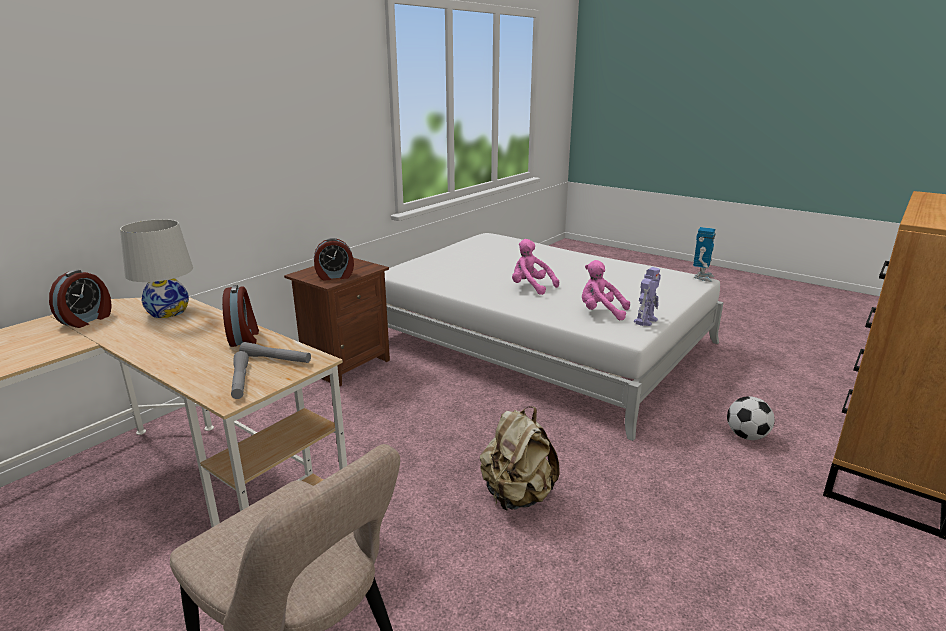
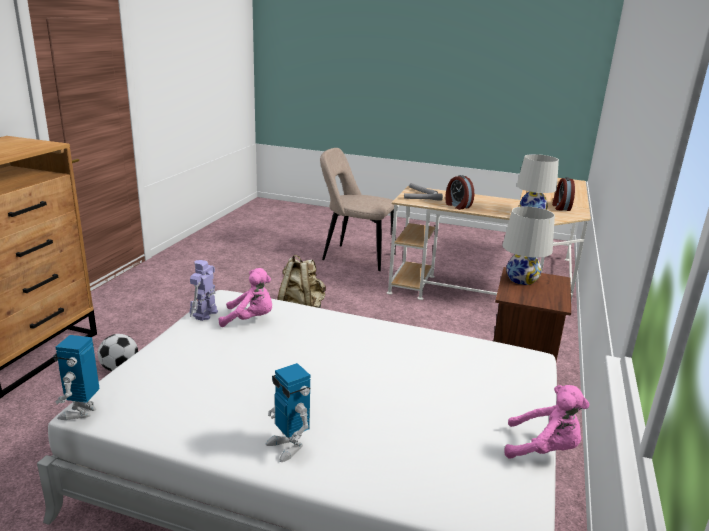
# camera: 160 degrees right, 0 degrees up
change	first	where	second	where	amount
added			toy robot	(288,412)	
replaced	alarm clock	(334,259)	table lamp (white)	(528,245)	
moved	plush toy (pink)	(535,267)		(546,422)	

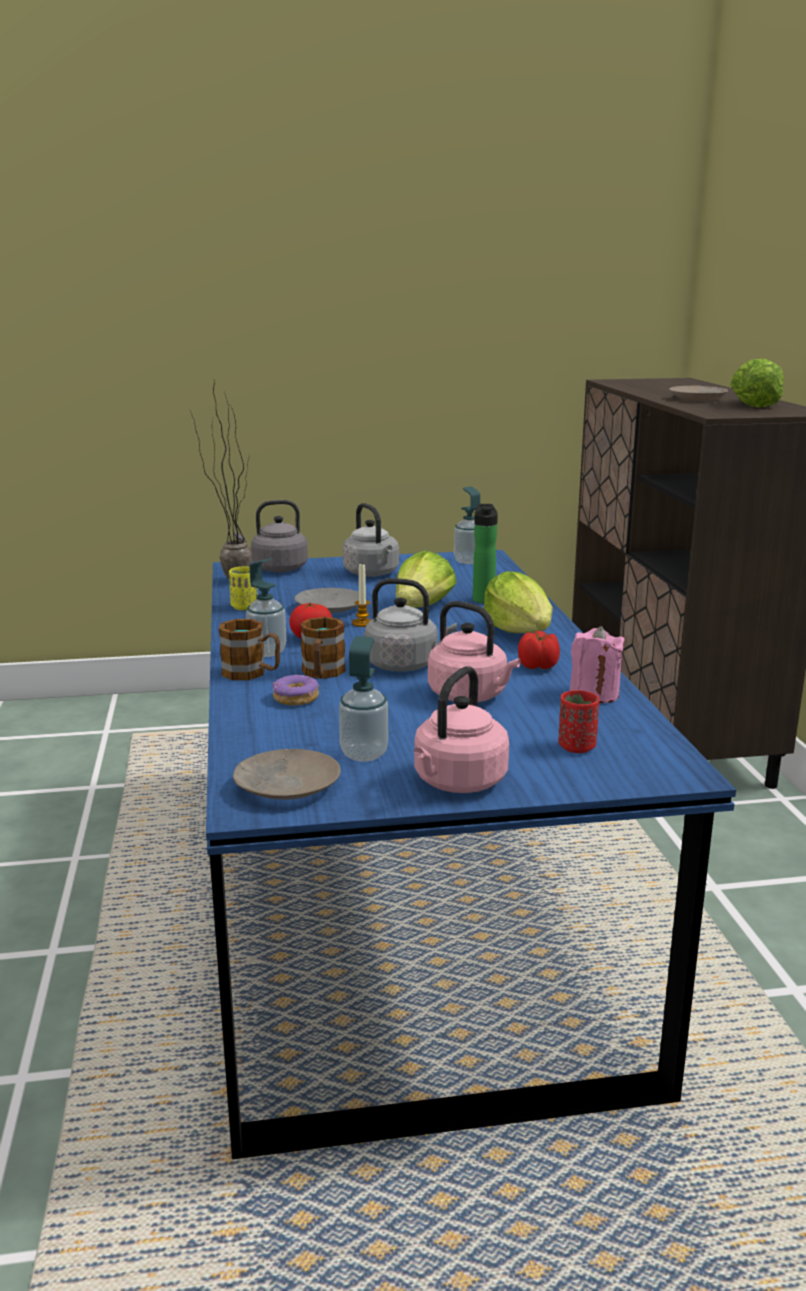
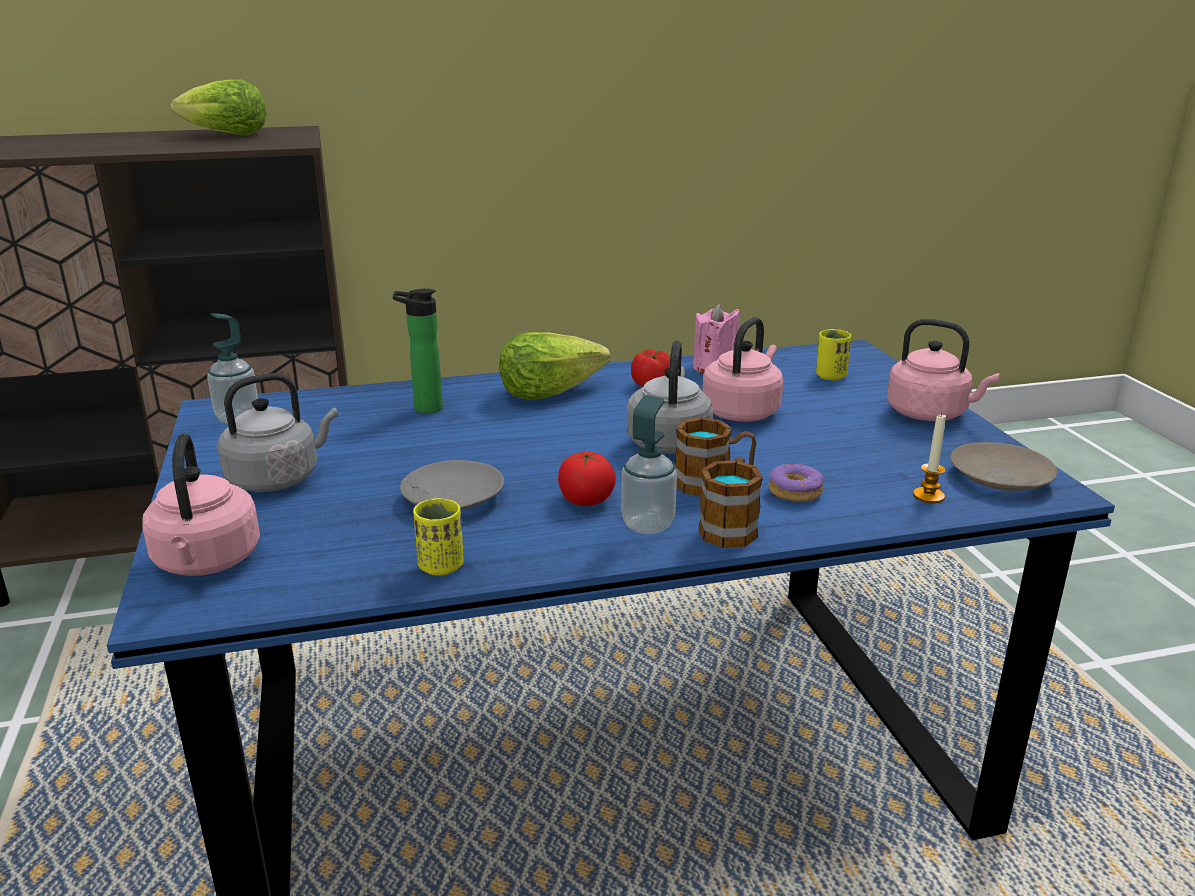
# camera: 95 degrees left, 5 degrees up
change	first	where	second	where	amount
recoloured	kettle (grey)	(271,536)	kettle (pink)	(201,504)	
recoloured	cup (red)	(579,721)	cup (yellow)	(833,354)	
moved	candle	(361,595)		(929,458)	
removed	potted plant	(221,481)			
removed	soap dispenser	(363,698)			
removed	lettuce	(426,579)			
removed	plate (beige)	(698,393)			

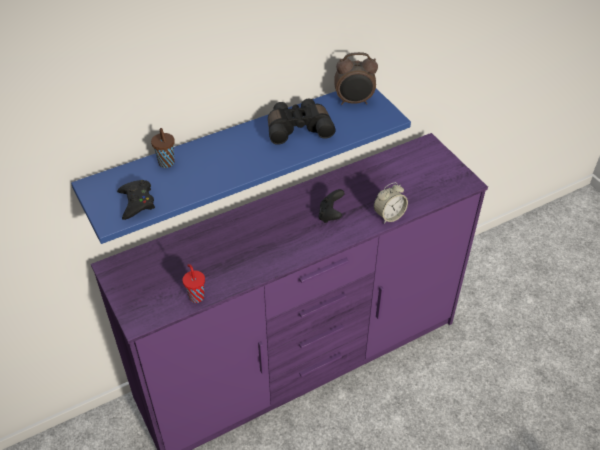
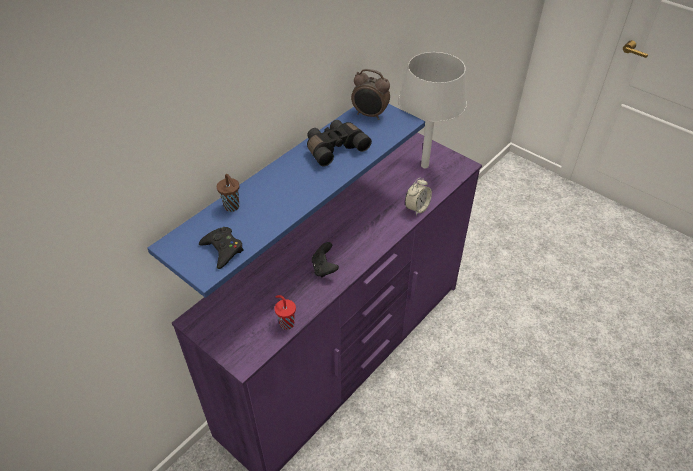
# camera: 20 degrees left, 0 degrees up
change	first	where	second	where	amount
moved	game controller (black)	(331,206)		(325,260)	
turned	alarm clock	(356,78)		(370,94)	45 degrees clockwise
added			table lamp (grey)	(433,110)	

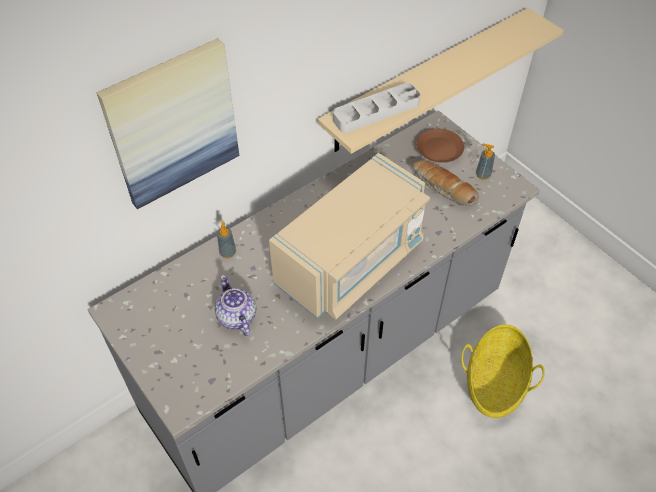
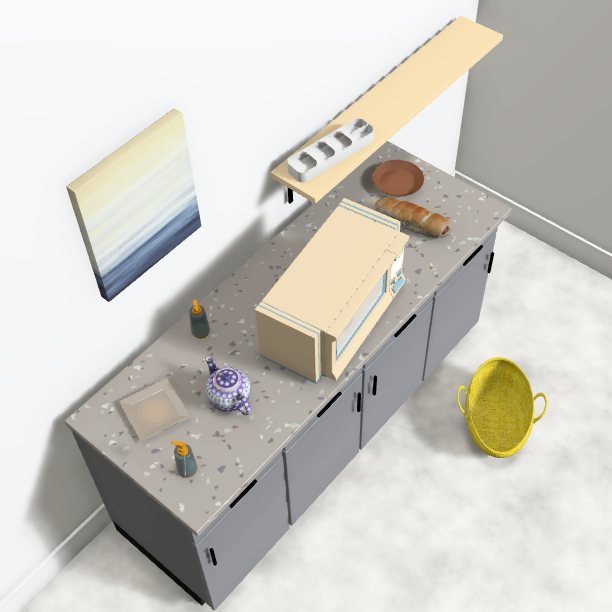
# camera: 10 degrees left, 0 degrees up
change	first	where	second	where	amount
added			plate	(154,409)	
moved	soap dispenser	(485,161)		(184,459)	

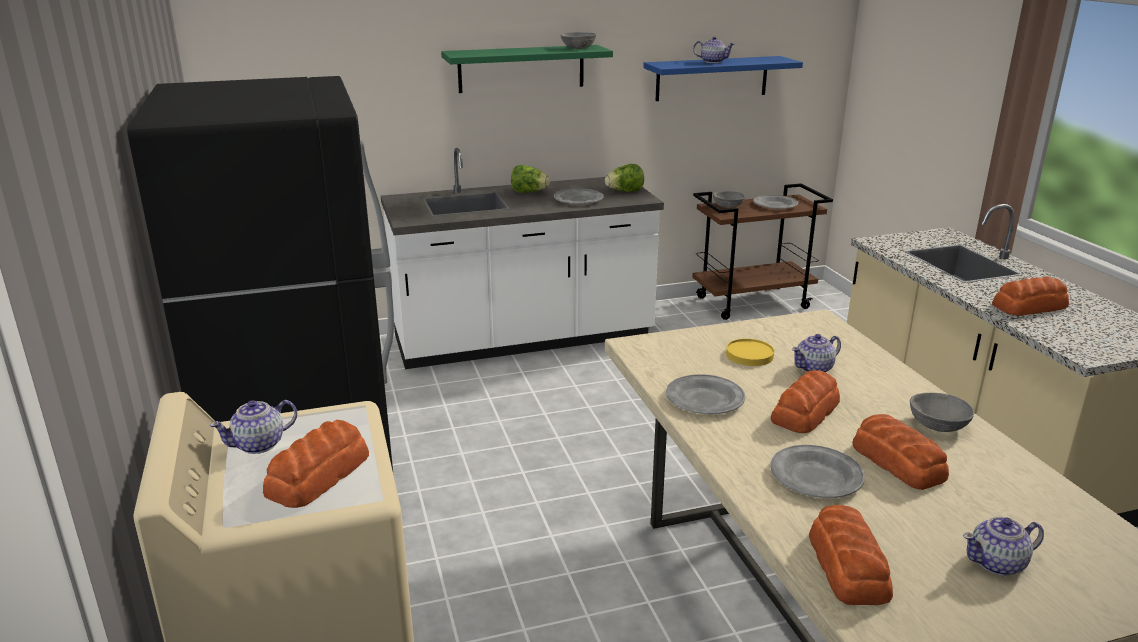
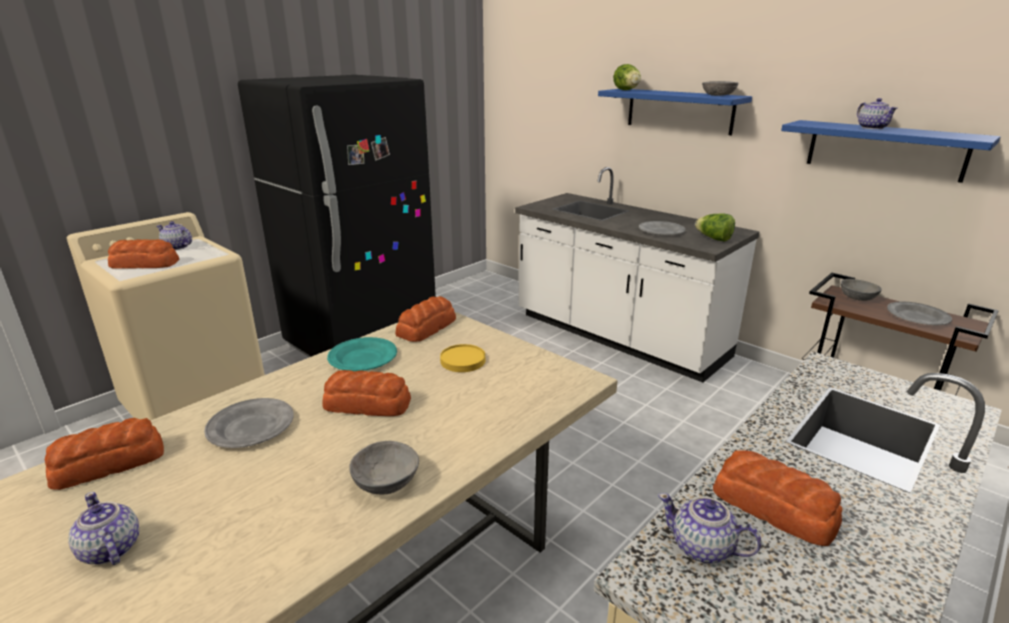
# camera: 60 degrees right, 0 degrees up
change	first	where	second	where	amount
recoloured	plate (grey)	(705,394)	plate (turquoise)	(362,354)	
moved	bread	(901,452)		(425,319)	
recoloured	shelf (green)	(527,69)	shelf (blue)	(675,112)	
moved	lettuce	(530,179)		(627,77)	
moved	teapot	(816,353)		(709,528)	

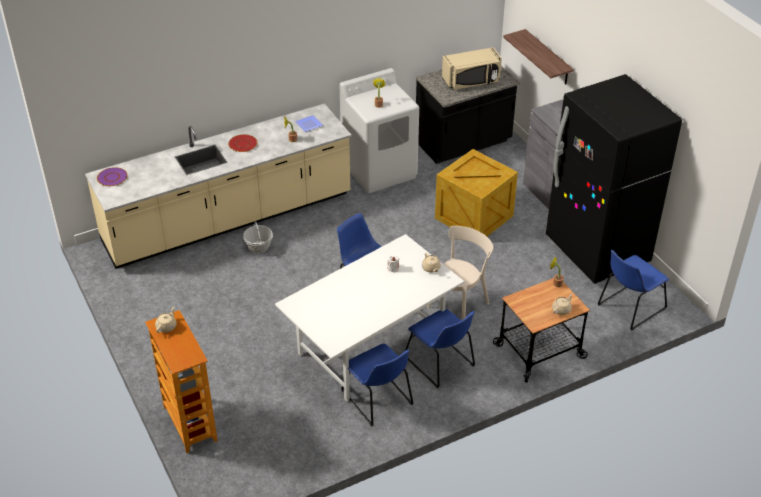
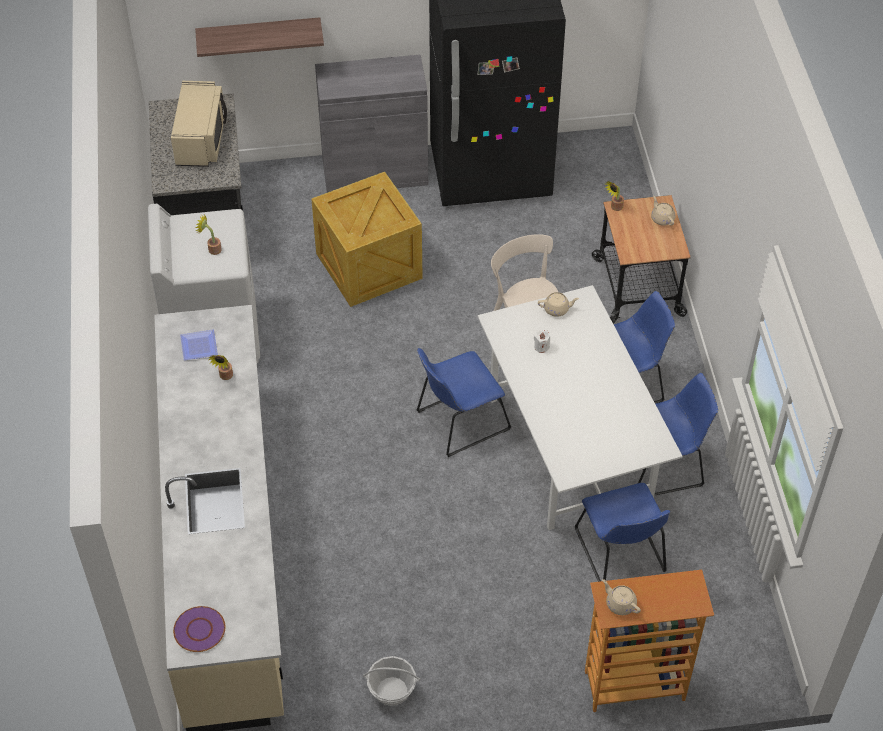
# camera: 70 degrees left, 10 degrees up
change	first	where	second	where	amount
moved	basket	(258,237)		(391,681)	
moved	chair (blue)	(633,290)		(622,532)	
removed	plate (red)	(242,143)			

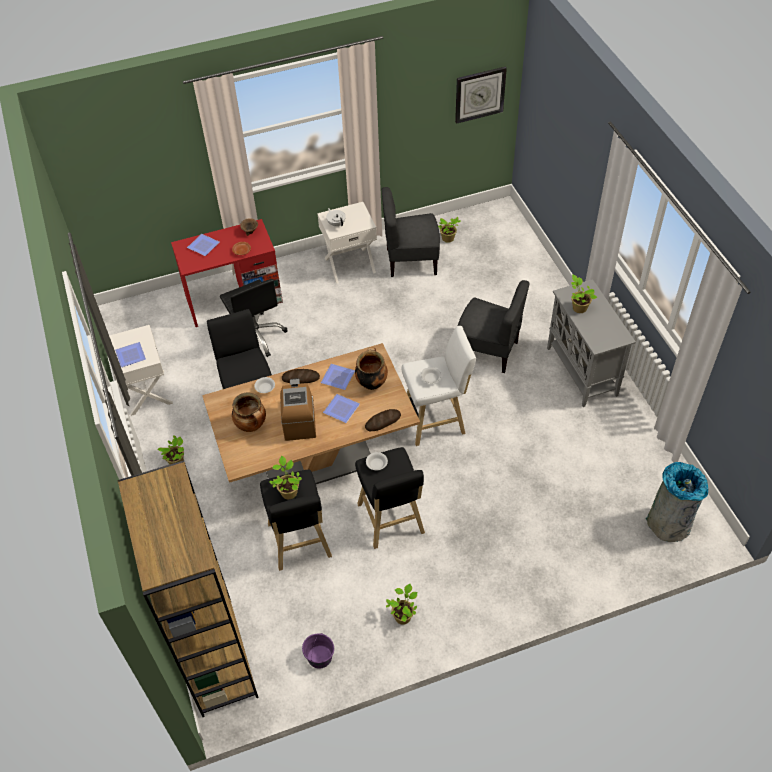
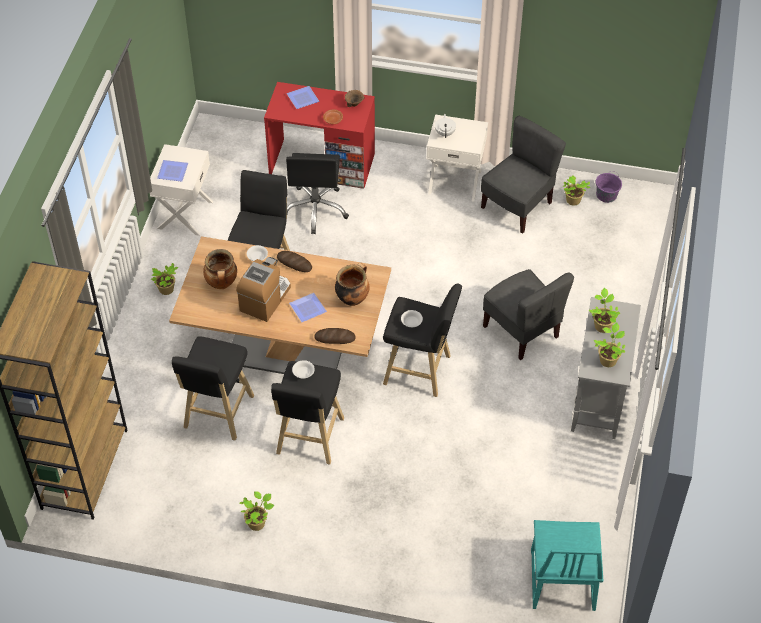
# camera: 30 degrees right, 0 degrees up
change	first	where	second	where	amount
recoloured	stool (white)	(438,386)	stool (black)	(422,340)	
turned	chair (grey)	(411,232)		(523,175)	105 degrees clockwise
replaced	trash can (grey)	(677,502)	chair (turquoise)	(567,565)	
moved	potted plant	(285,477)		(609,344)	
moved	bucket (purple)	(318,651)		(609,187)	
removed	plate	(338,377)			
removed	wall clock	(481,95)			

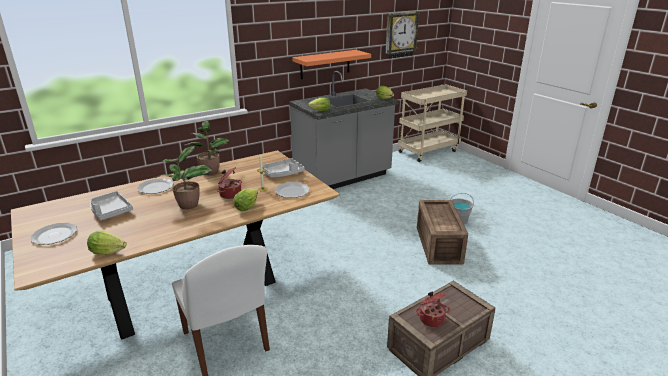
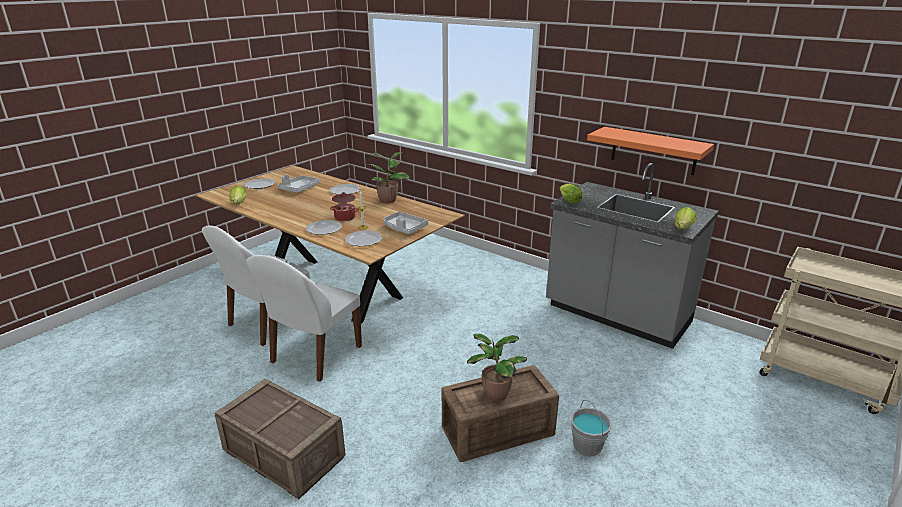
# camera: 70 degrees right, 0 degrees up
change	first	where	second	where	amount
added			chair (white)	(304,318)	
replaced	lettuce	(245,199)	plate	(324,227)	
moved	potted plant	(183,178)		(497,367)	
removed	wall clock	(403,35)			
removed	cooking pot	(432,309)			

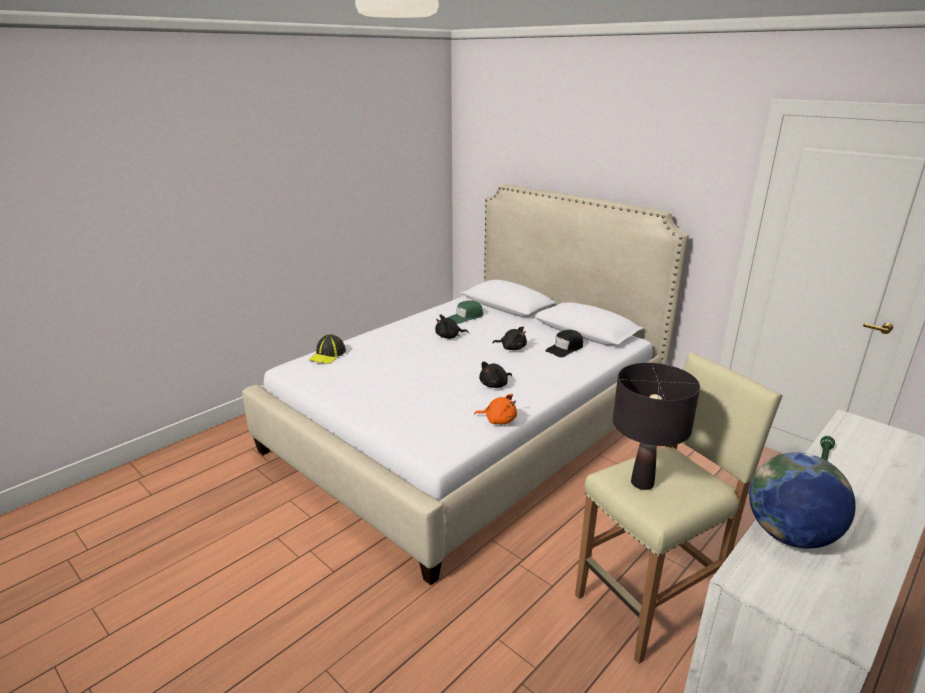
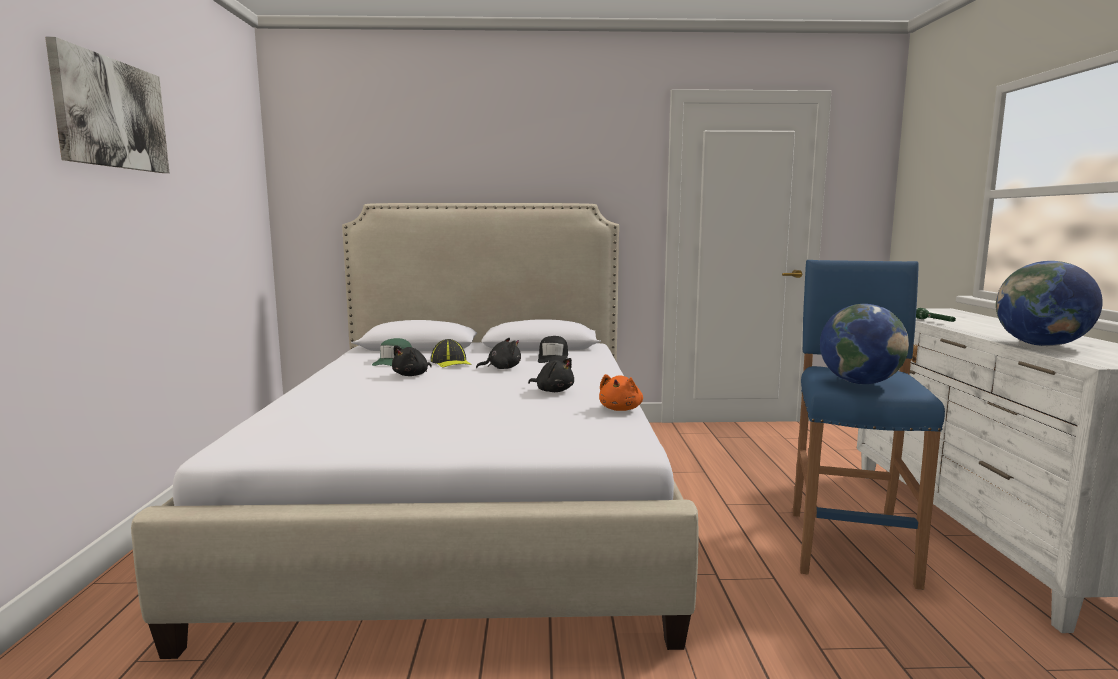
# camera: 45 degrees left, 15 degrees down
change	first	where	second	where	amount
added			picture	(107,105)	
moved	cap	(327,349)		(451,353)	
turned	plush toy (black)	(495,375)		(551,375)	60 degrees counterclockwise
turned	plush toy (orange)	(495,409)		(621,392)	135 degrees clockwise
recoloured	stool (beige)	(679,508)	stool (blue)	(869,425)	
replaced	table lamp (black)	(656,426)	globe	(864,344)	

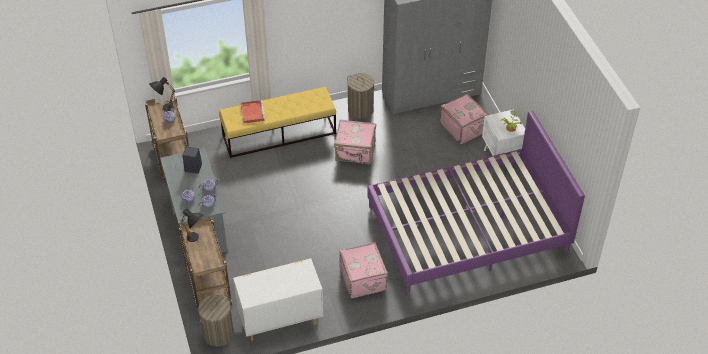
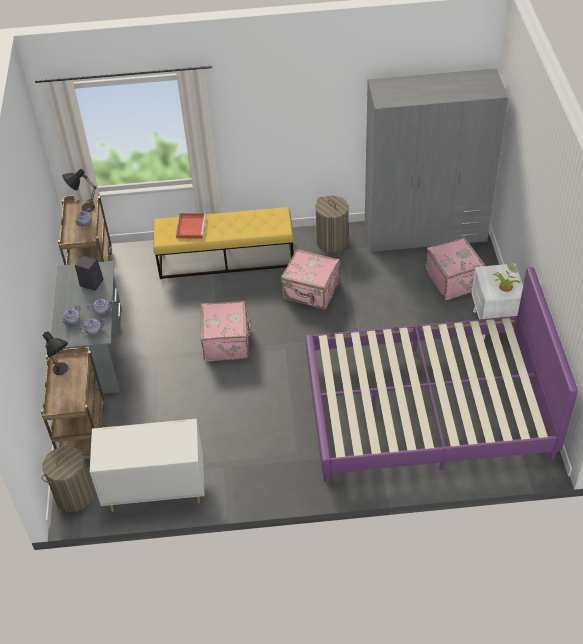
# camera: 15 degrees right, 0 degrees up
change	first	where	second	where	amount
moved	suitcase (pink)	(363,270)		(226,331)	

